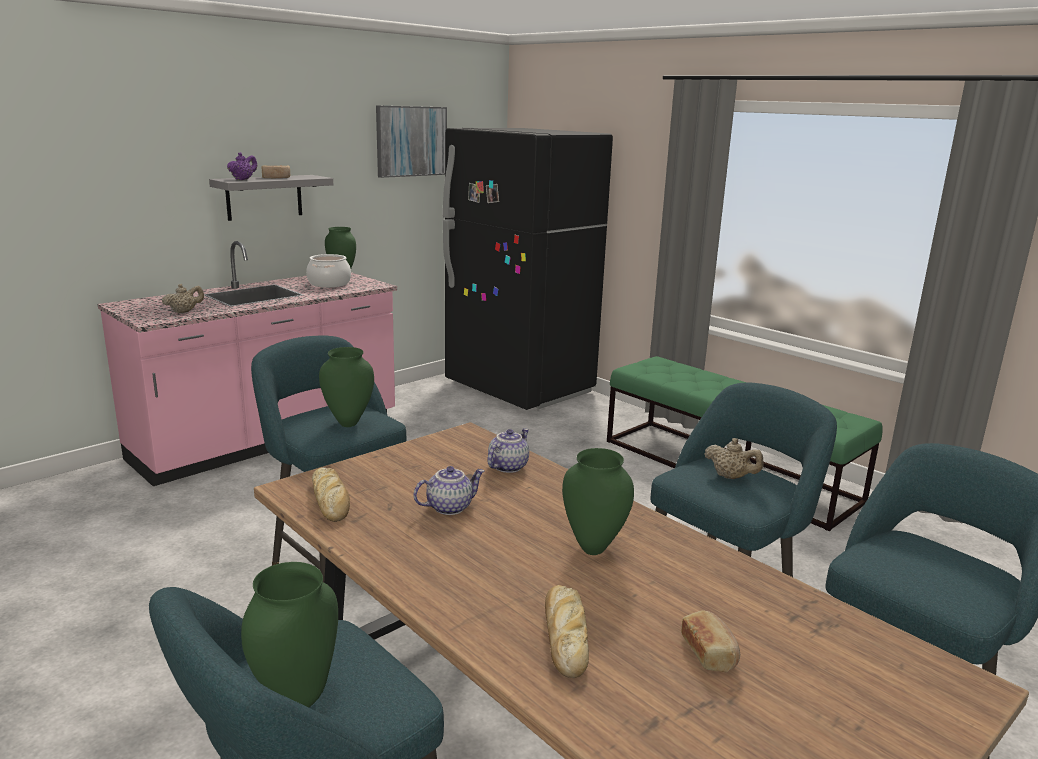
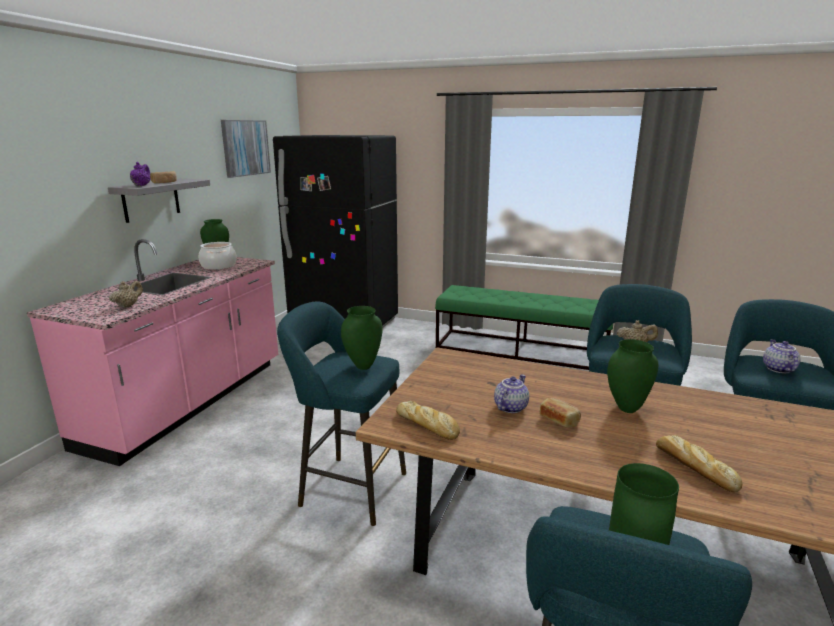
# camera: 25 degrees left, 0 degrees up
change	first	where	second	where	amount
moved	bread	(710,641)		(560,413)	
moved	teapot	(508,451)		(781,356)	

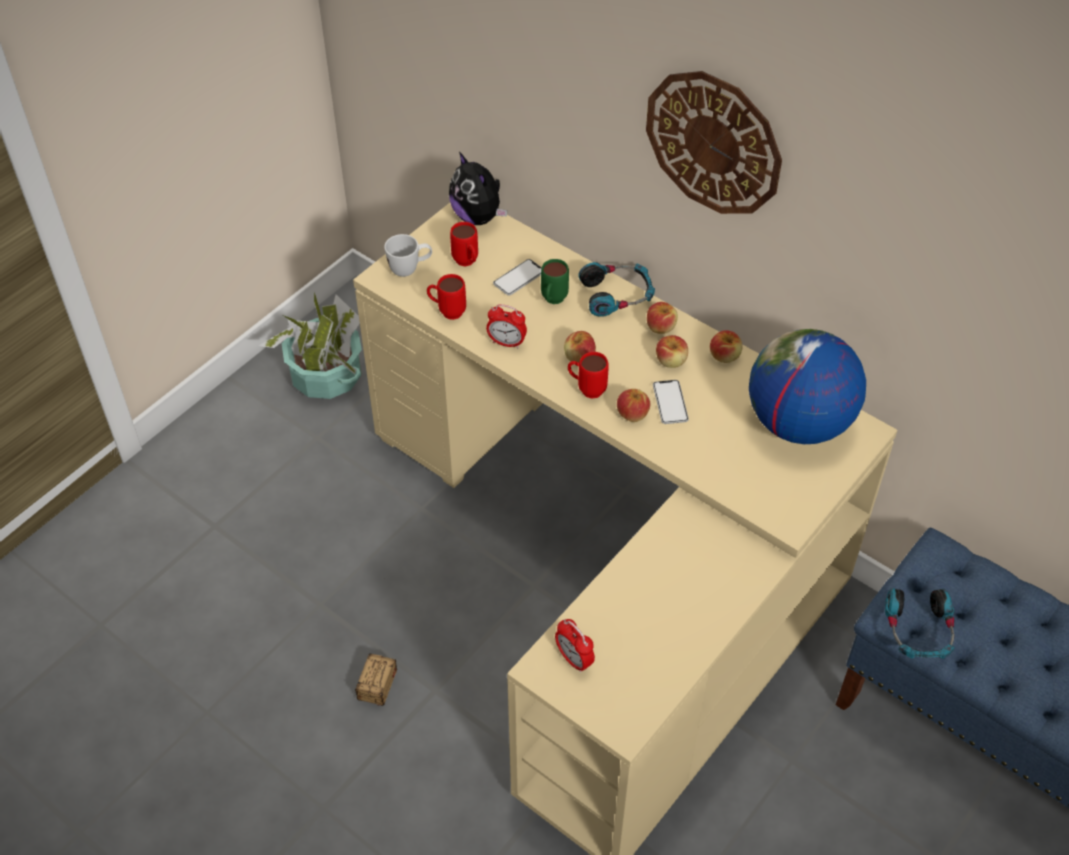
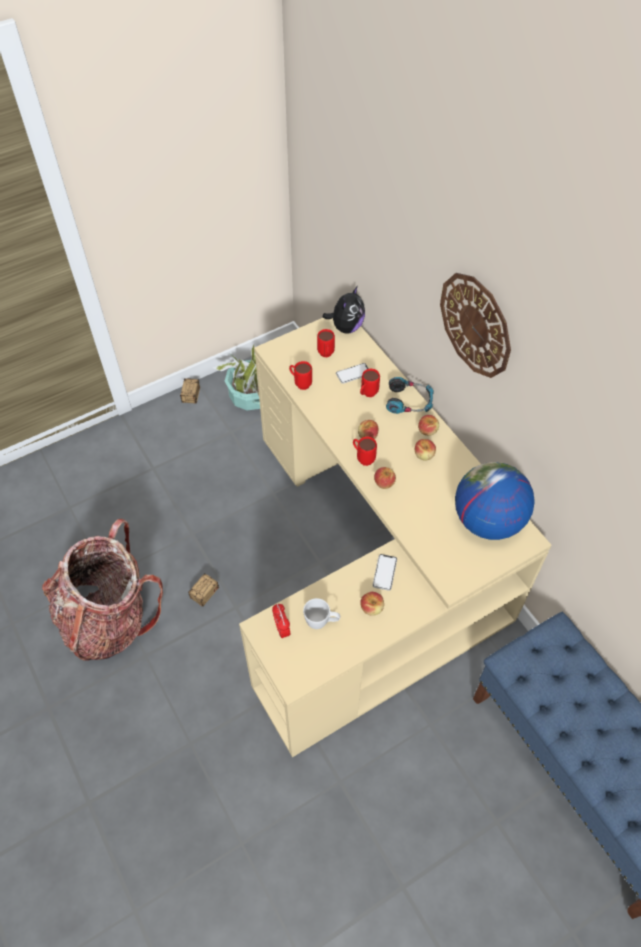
# camera: 20 degrees right, 5 degrees up
change	first	where	second	where	amount
added			backpack	(102,590)	
added			storage box	(190,391)	
moved	mug (white)	(408,255)		(321,613)	
turned	plush toy	(478,188)		(343,310)	135 degrees counterclockwise
recoloured	mug (green)	(555,281)	mug (red)	(370,383)	
moved	apple	(726,346)		(372,604)	
moved	phone	(671,402)		(385,572)	
removed	alarm clock	(506,326)			
removed	headphones	(920,623)			

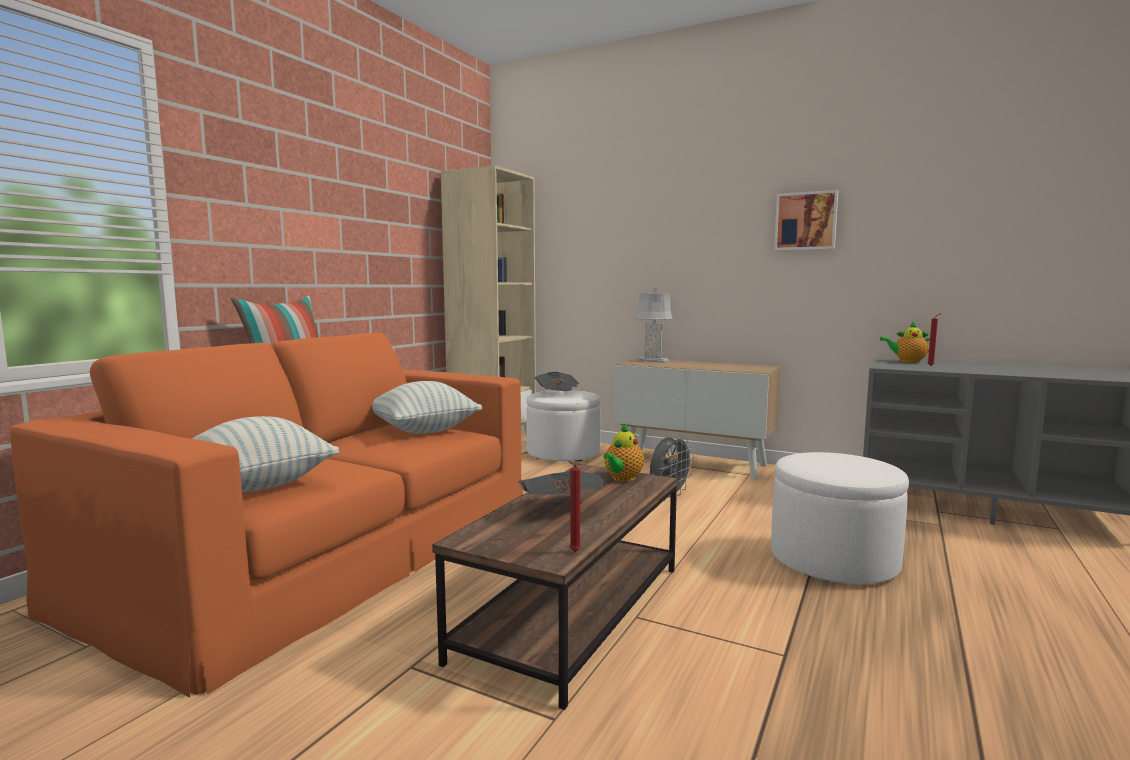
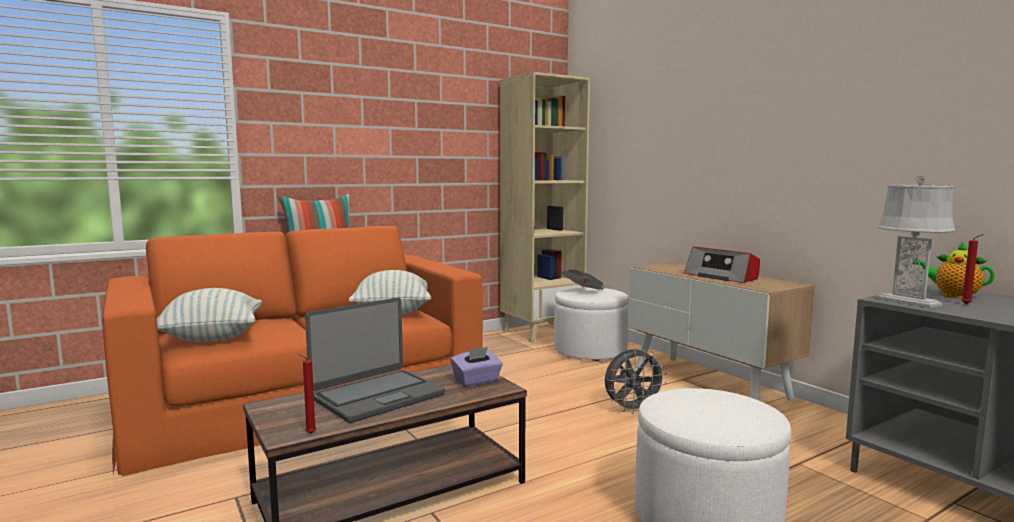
# camera: 30 degrees right, 0 degrees up
change	first	where	second	where	amount
replaced	newspaper	(561,483)	laptop	(375,360)	
replaced	teapot	(623,453)	tissue box (purple)	(477,367)	
added			radio	(722,265)	
moved	table lamp (grey)	(654,325)		(915,242)	
removed	picture	(806,220)			

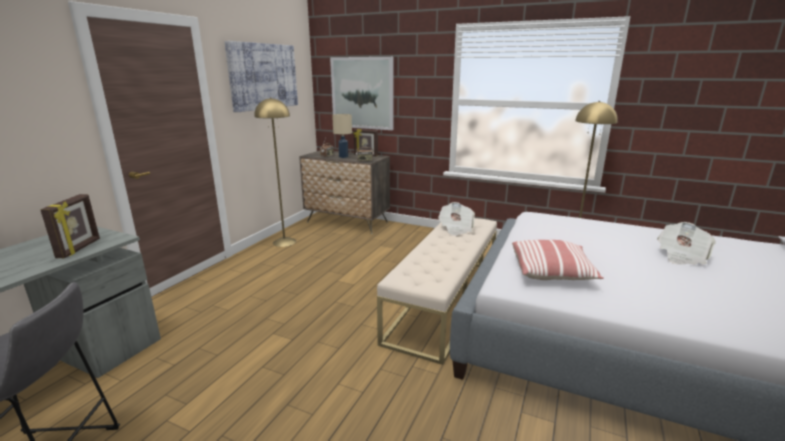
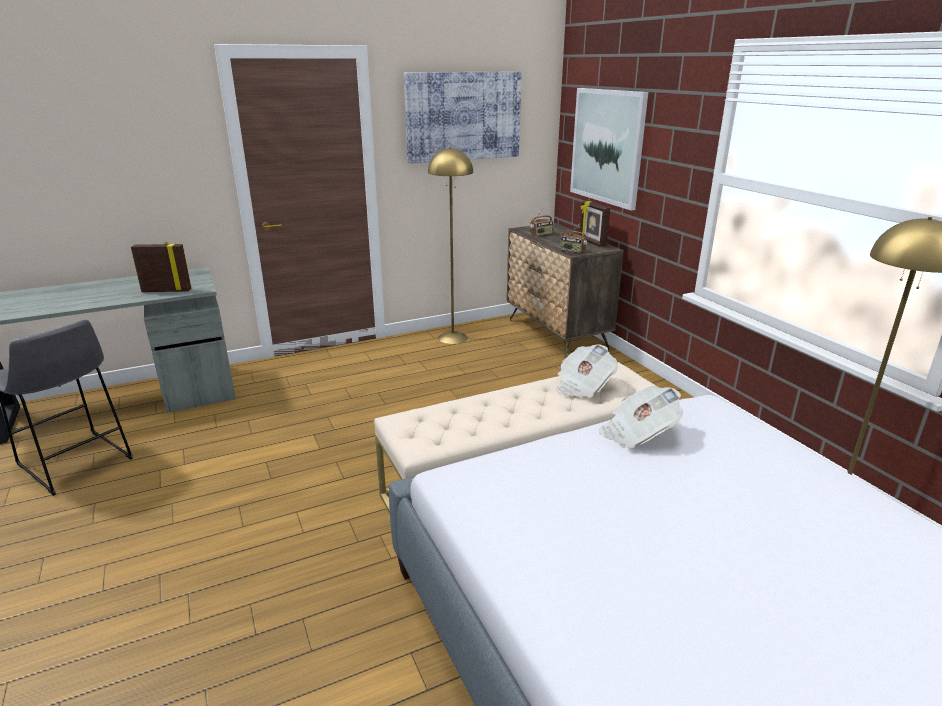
# camera: 40 degrees right, 5 degrees up
change	first	where	second	where	amount
turned	picture frame	(70,226)		(161,267)	135 degrees counterclockwise
moved	newspaper	(686,243)		(641,417)	
removed	table lamp (beige)	(342,136)			
removed	pillow	(557,260)			

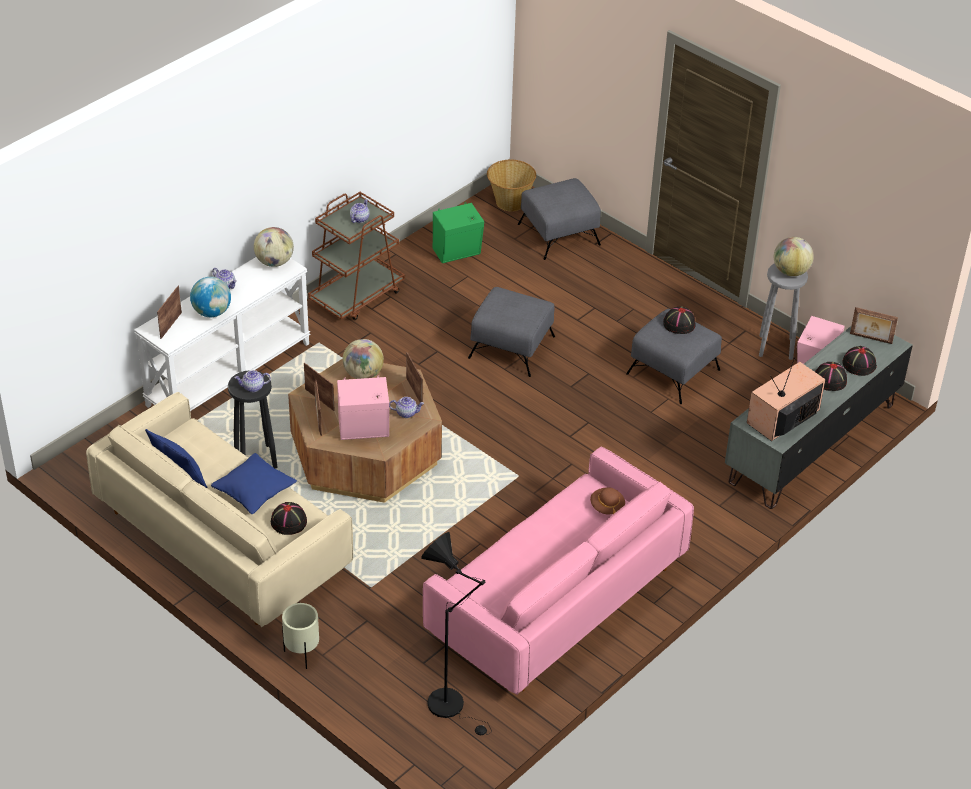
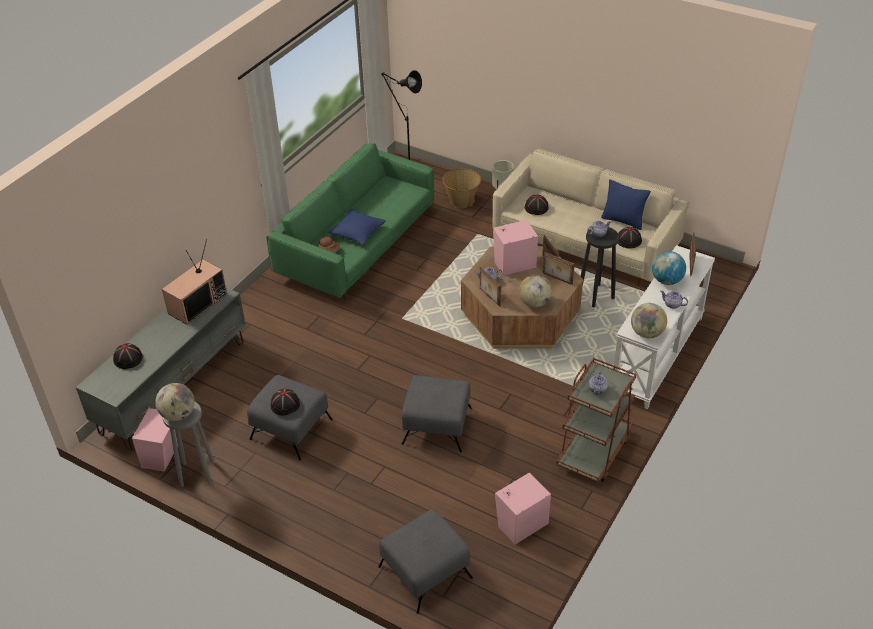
# camera: 170 degrees right, 0 degrees up
change	first	where	second	where	amount
recoloured	sofa (pink)	(558,571)	sofa (green)	(350,221)	
moved	pillow (blue)	(254,483)		(356,227)	
moved	basket	(511,185)		(462,188)	
recoloured	speaker (green)	(458,232)	speaker (pink)	(523,508)	
moved	hat (black)	(831,376)		(630,238)	
removed	picture frame	(874,325)			

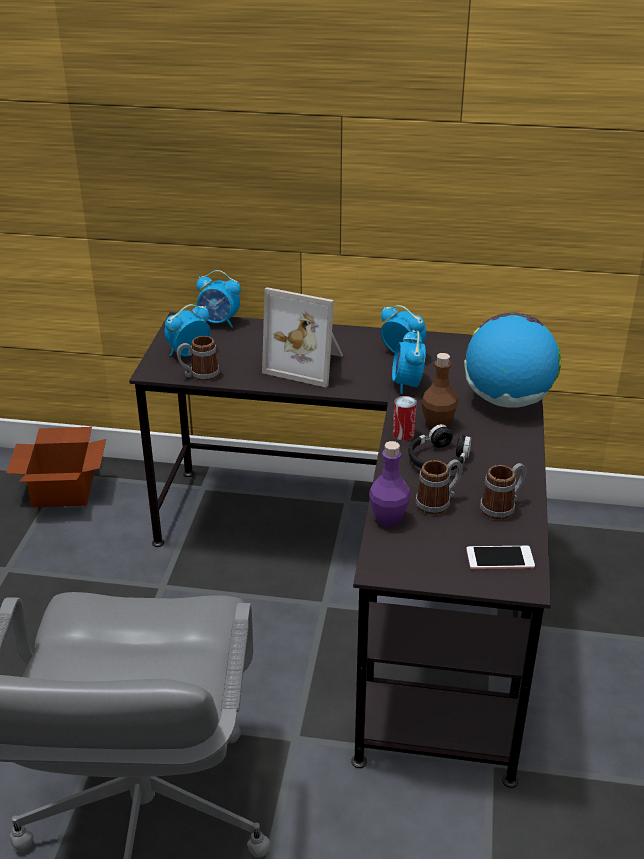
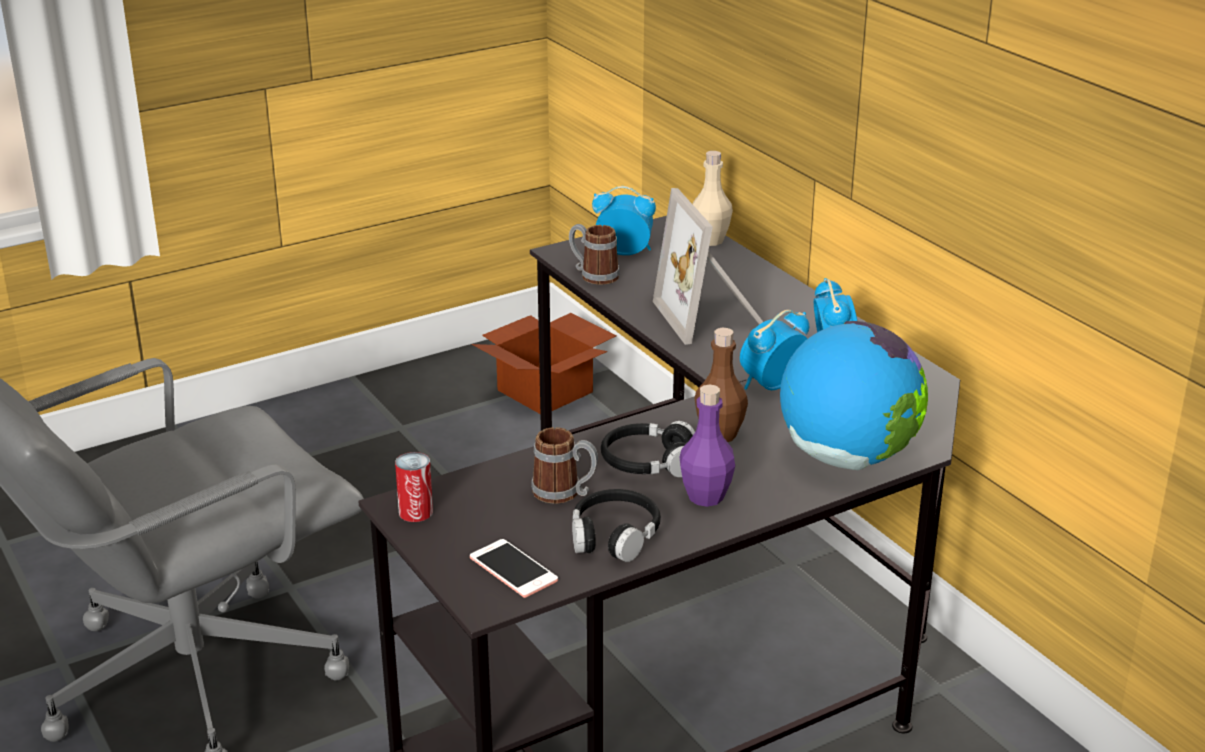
# camera: 50 degrees right, 5 degrees down
change	first	where	second	where	amount
moved	can	(405,418)		(414,487)	
replaced	mug	(503,491)	headphones (black)	(616,525)	
moved	bottle (purple)	(390,484)		(707,446)	
replaced	alarm clock	(218,299)	bottle (beige)	(713,198)	

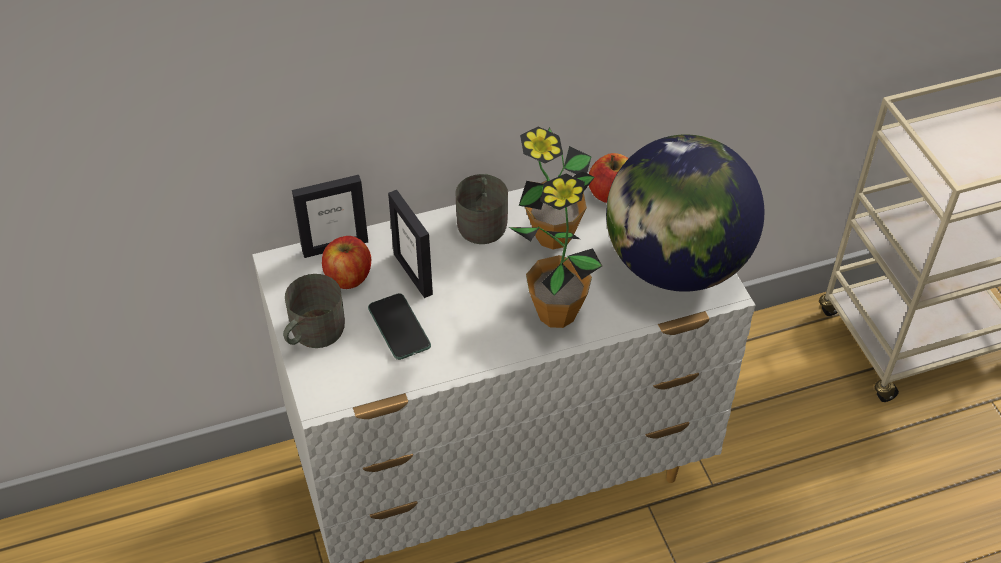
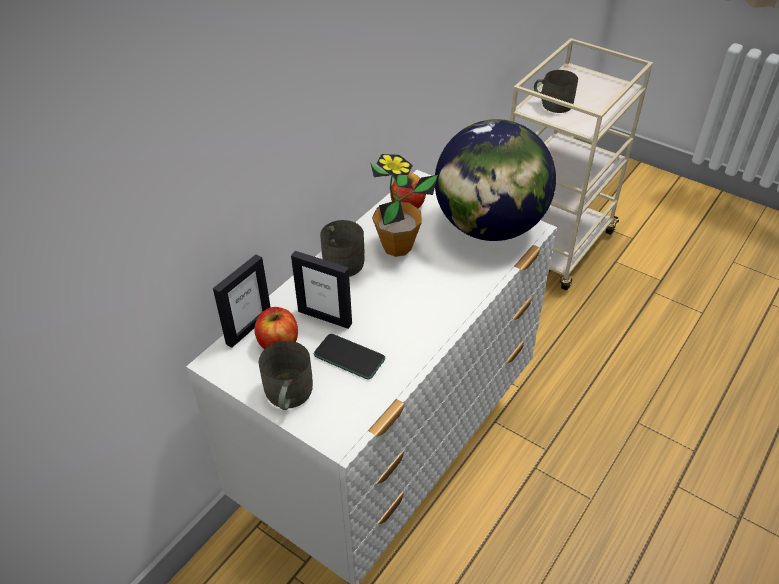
# camera: 35 degrees left, 5 degrees down
change	first	where	second	where	amount
added			mug (grey)	(556,91)	
removed	potted plant	(555,250)			

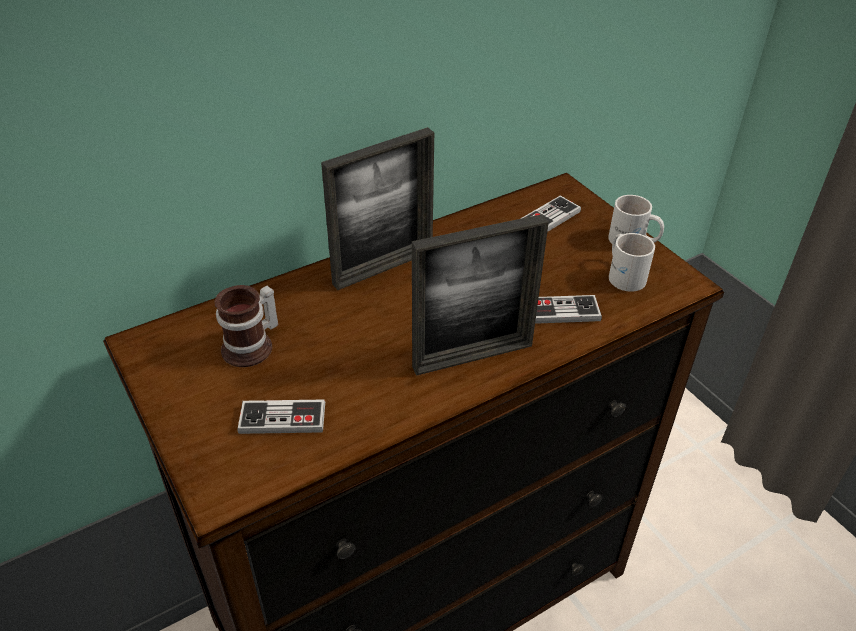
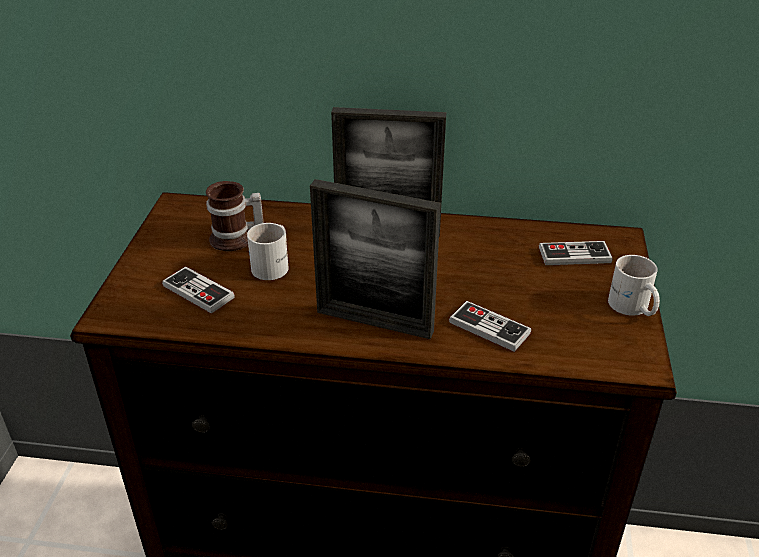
# camera: 40 degrees right, 5 degrees down
change	first	where	second	where	amount
moved	mug (white)	(632,262)		(268,251)	

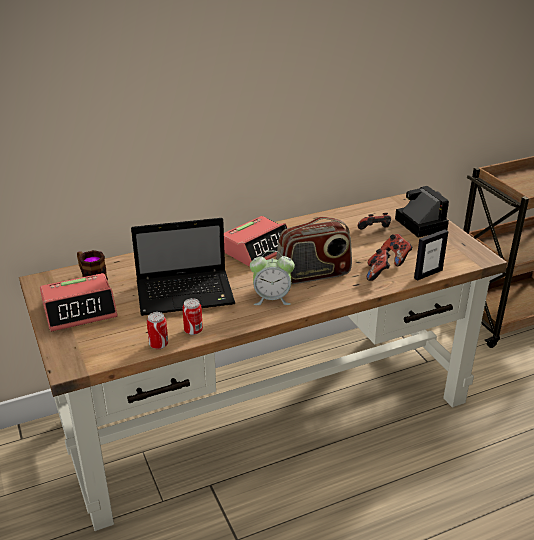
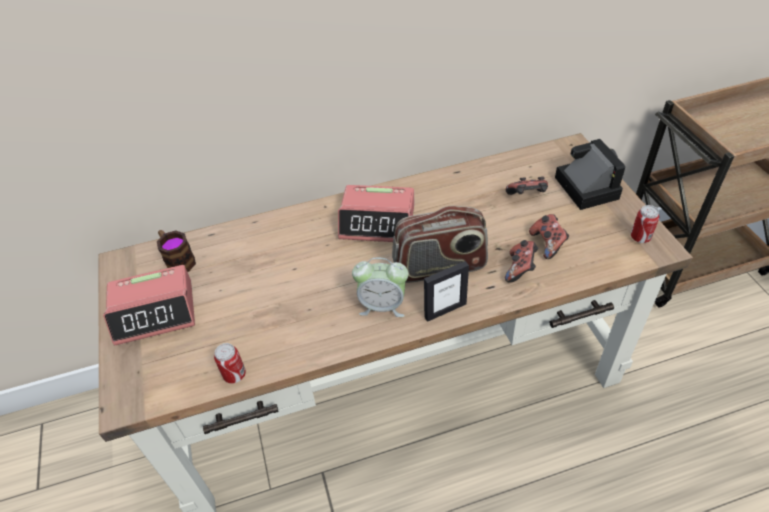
# camera: 10 degrees right, 15 degrees up
change	first	where	second	where	amount
turned	alarm clock	(256,241)		(376,213)	45 degrees clockwise
moved	picture frame	(431,255)		(446,291)	
moved	can	(192,316)		(645,224)	
removed	laptop	(183,267)			

